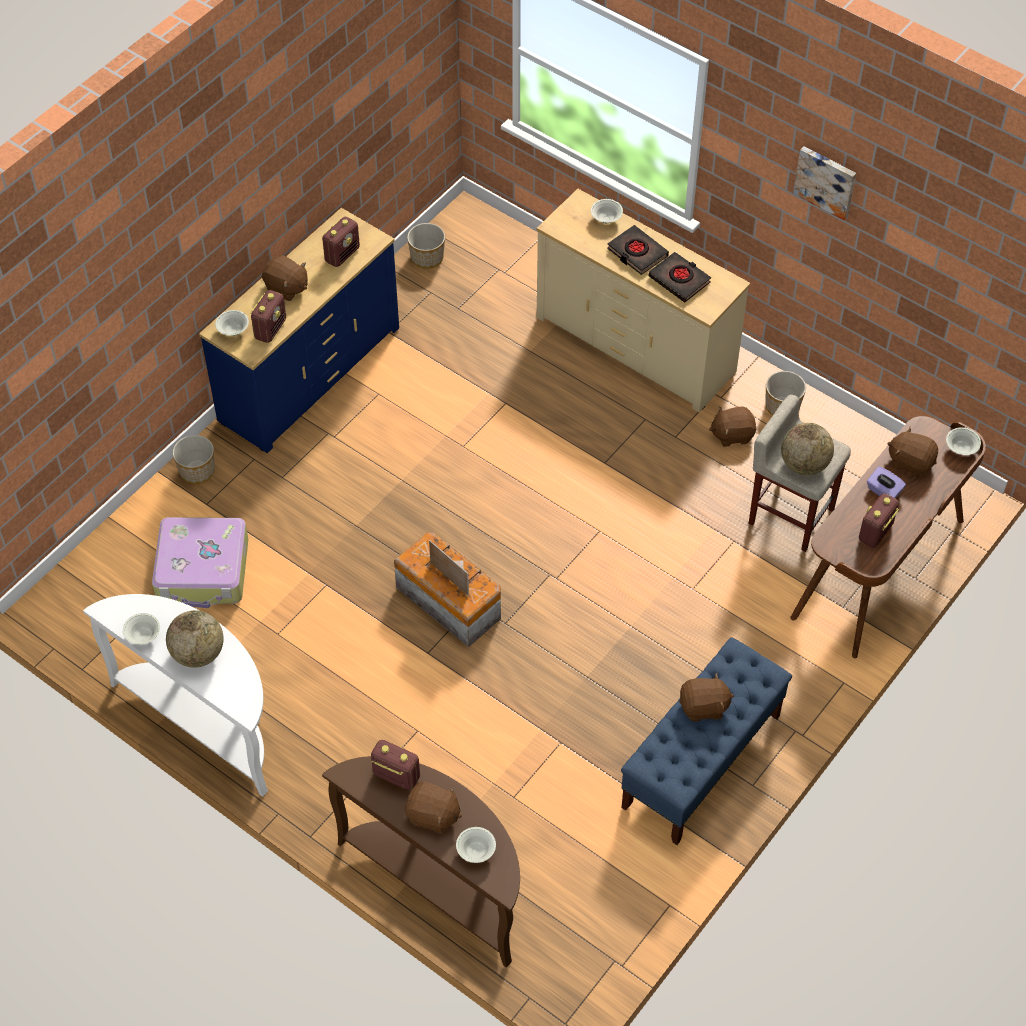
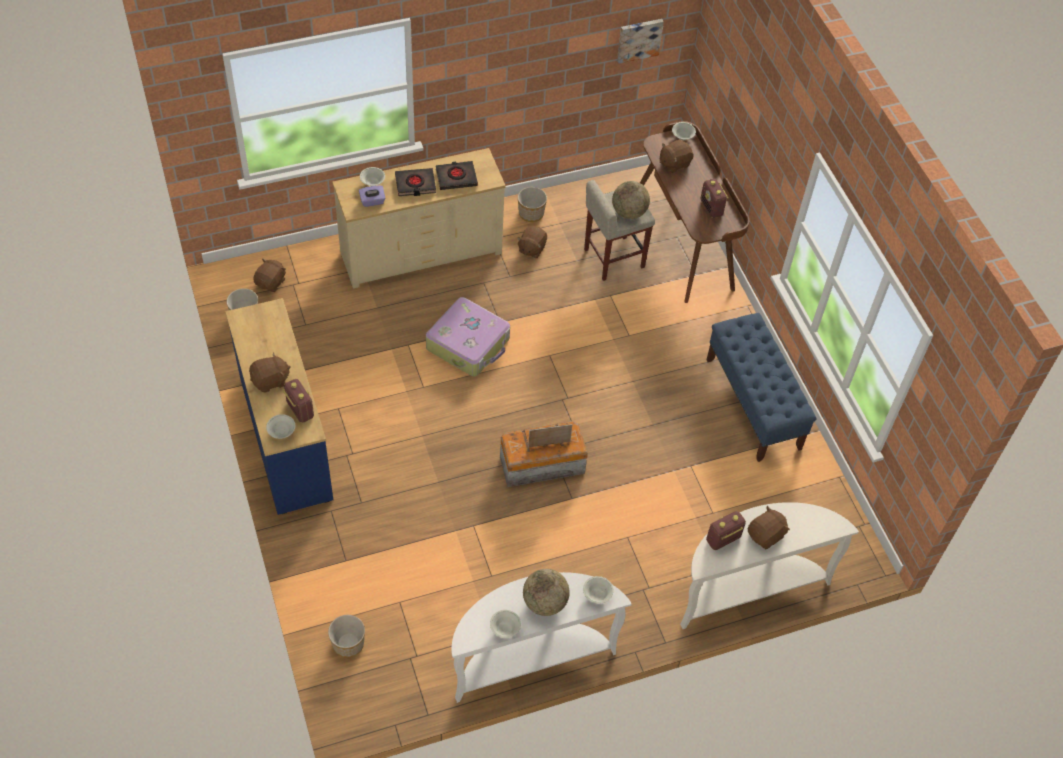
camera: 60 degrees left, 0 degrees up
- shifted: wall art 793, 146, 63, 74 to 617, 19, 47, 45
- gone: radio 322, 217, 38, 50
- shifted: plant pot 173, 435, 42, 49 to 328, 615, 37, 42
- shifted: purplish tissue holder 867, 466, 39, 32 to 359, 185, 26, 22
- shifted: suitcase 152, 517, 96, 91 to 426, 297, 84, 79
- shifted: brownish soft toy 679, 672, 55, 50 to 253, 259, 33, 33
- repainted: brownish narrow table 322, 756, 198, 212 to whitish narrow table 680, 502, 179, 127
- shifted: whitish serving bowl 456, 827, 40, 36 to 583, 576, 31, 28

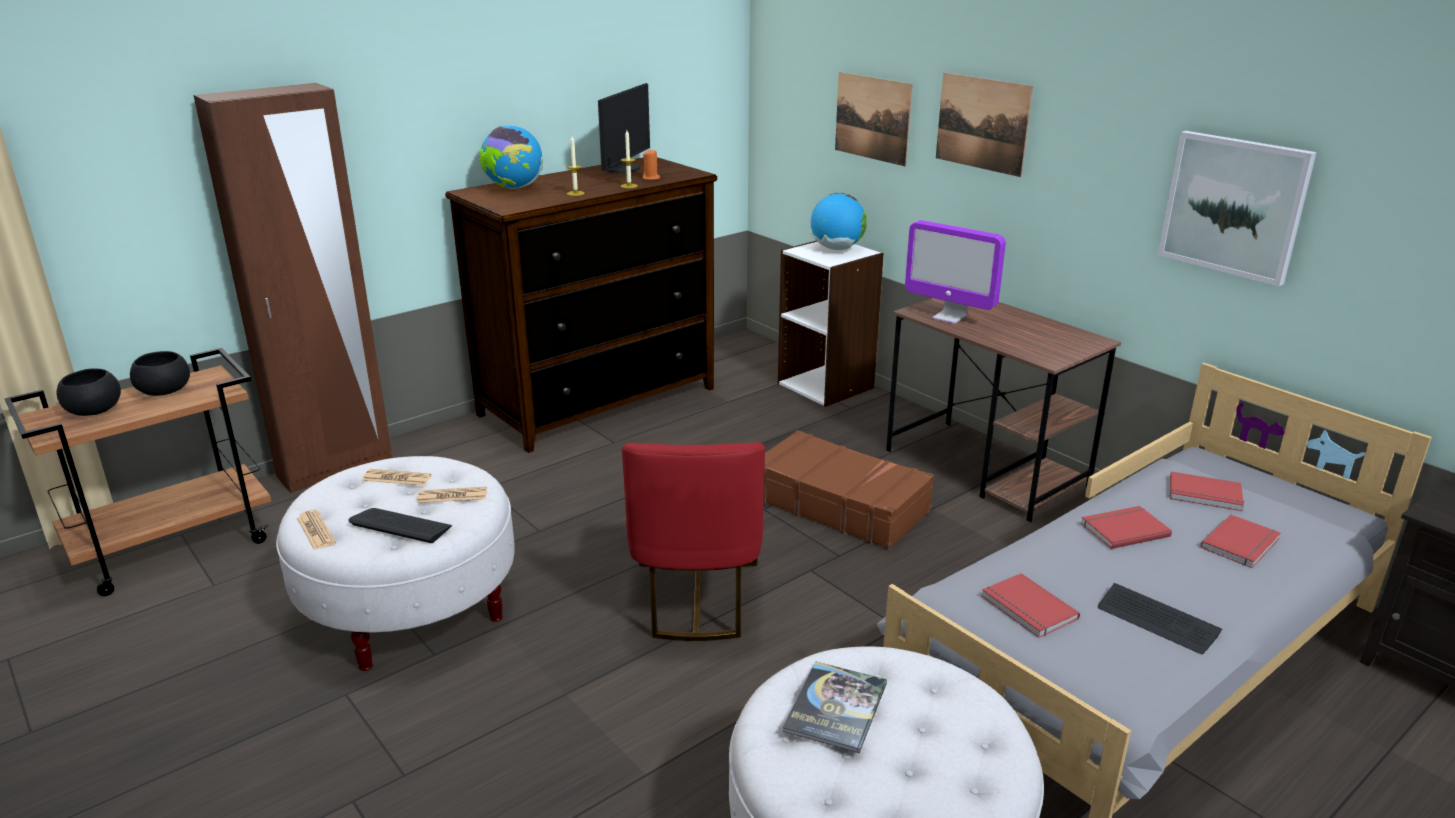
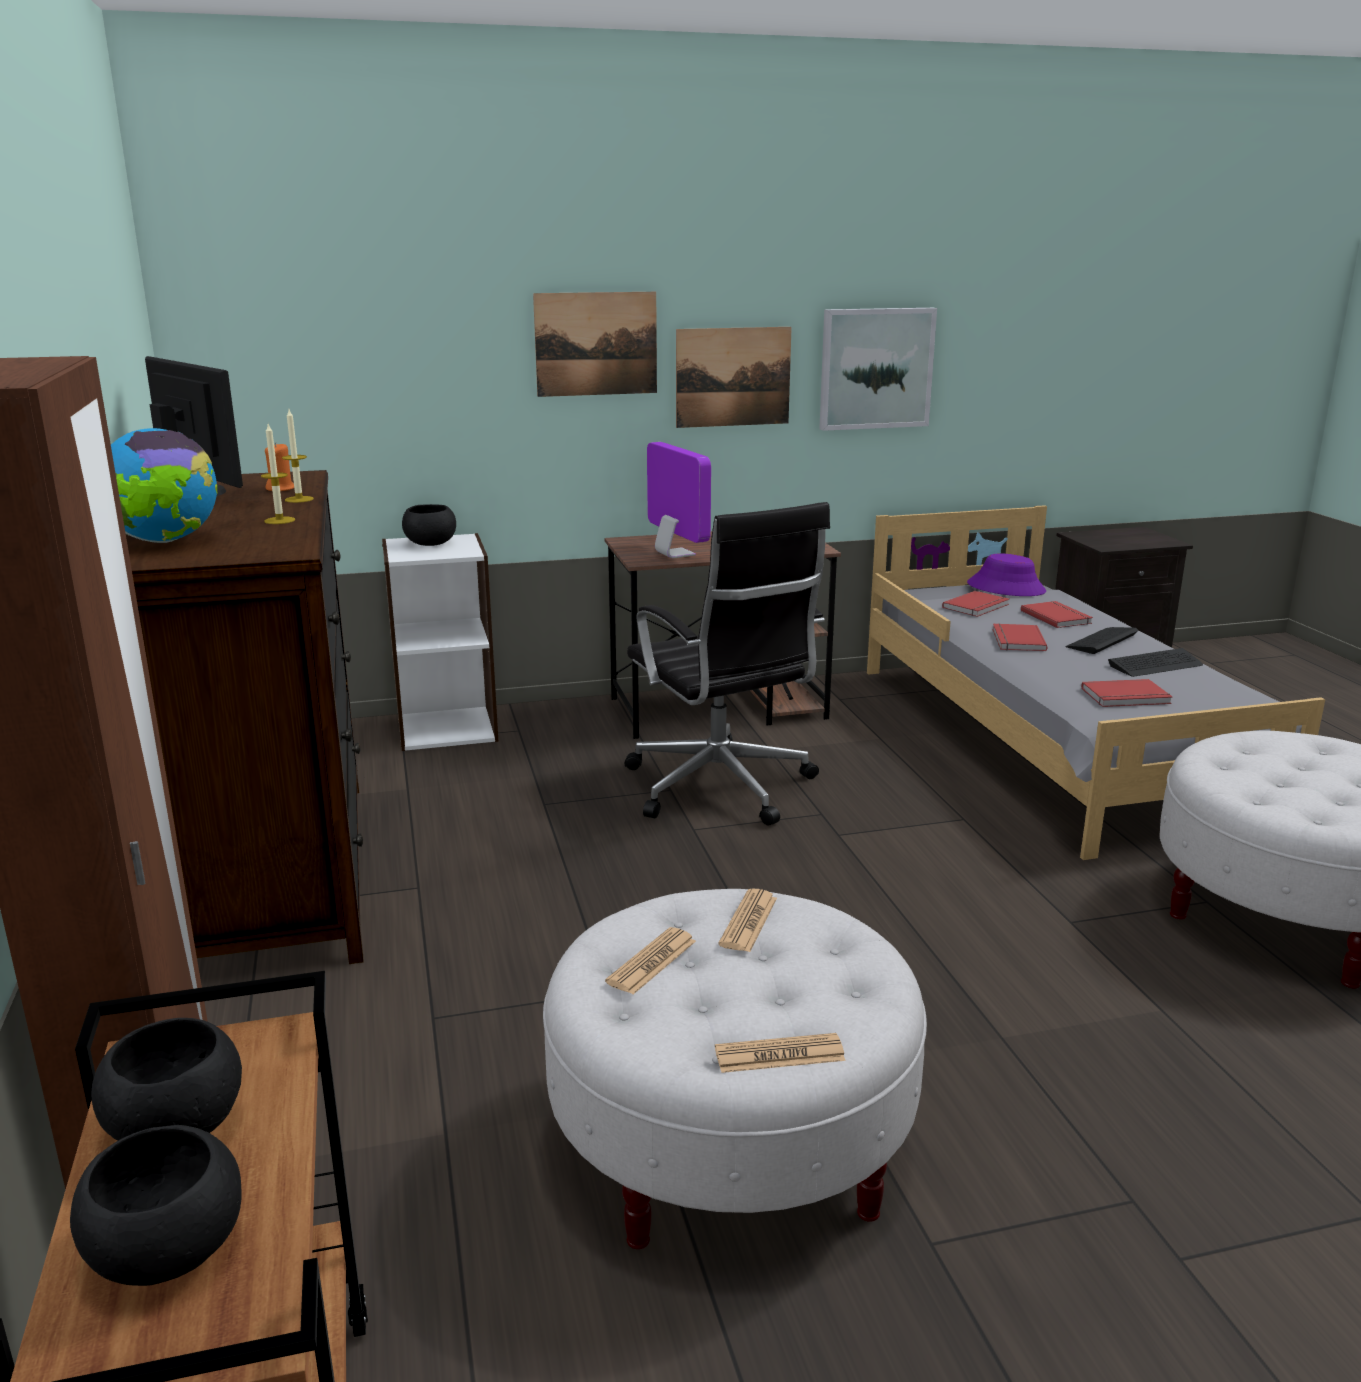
camera: 65 degrees left, 5 degrees down
- shifted: wall art 835, 72, 78, 94 to 676, 327, 116, 101
- swapped: desk globe 810, 193, 57, 57 to blackish serving bowl 402, 504, 54, 42
- rotated: monitor 905, 220, 101, 104 = 647, 442, 64, 116 90 degrees counterclockwise
- swapped: brownish suitcase 764, 430, 170, 120 to blackish office chair 625, 502, 205, 324
- gone: red-coloured upright chair 622, 442, 143, 199
- shifted: computer keyboard 348, 508, 104, 35 to 1065, 627, 73, 27
- gone: bound book 782, 661, 105, 92
- new: purplish hat 967, 554, 79, 42

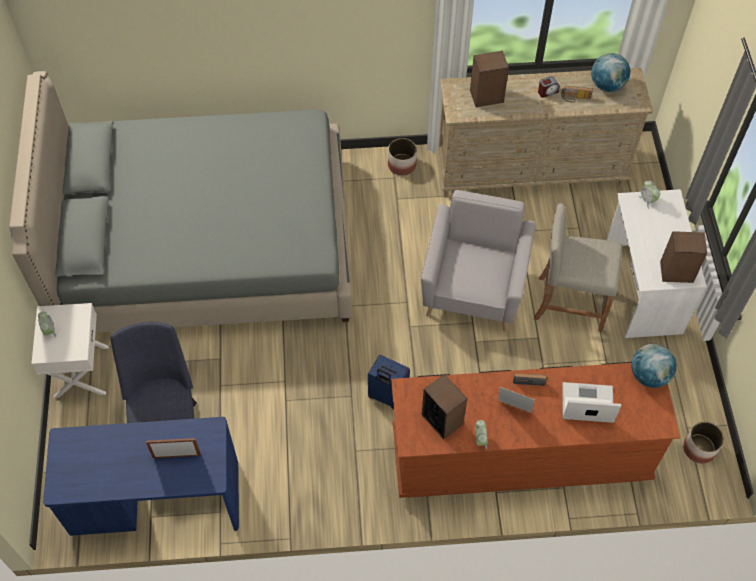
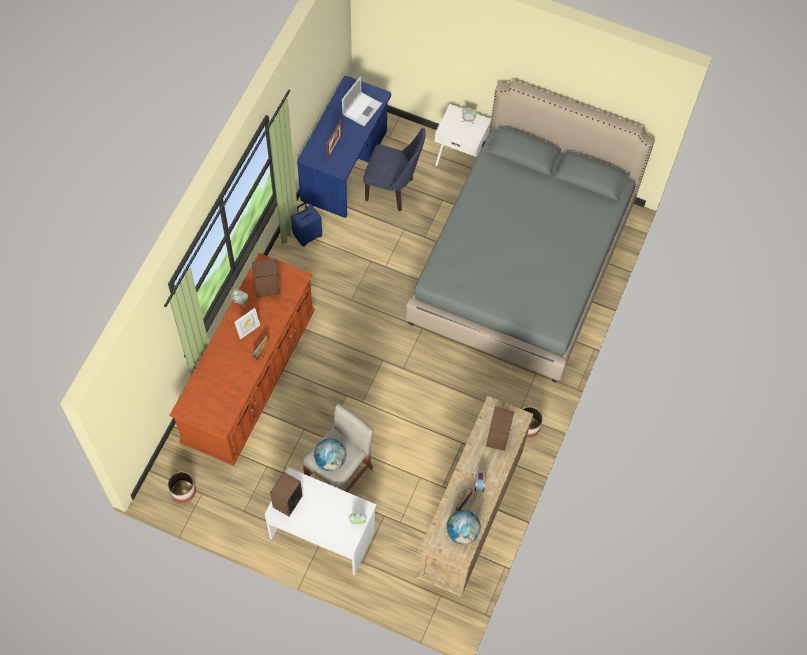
camera: 115 degrees right, 5 degrees up
- gone: greyish lounge chair 421, 190, 115, 142
- shifted: desk globe 631, 344, 46, 44 to 314, 439, 32, 32
- shifted: blue-coloured suitcase 368, 355, 42, 54 to 291, 202, 31, 44
- shifted: laptop 562, 382, 59, 41 to 342, 77, 40, 49

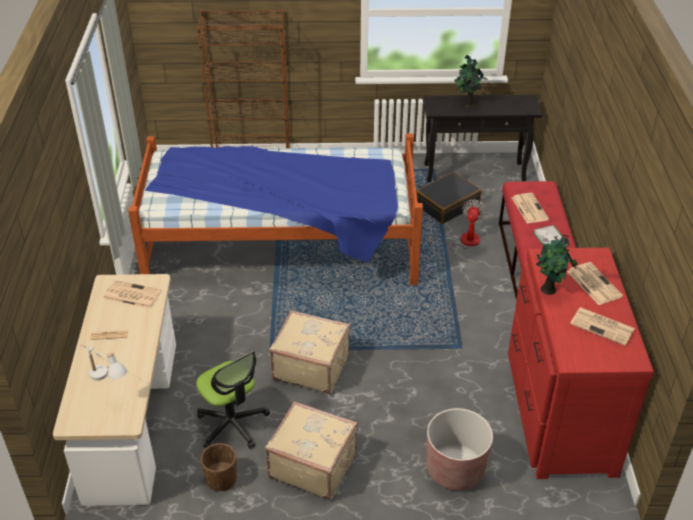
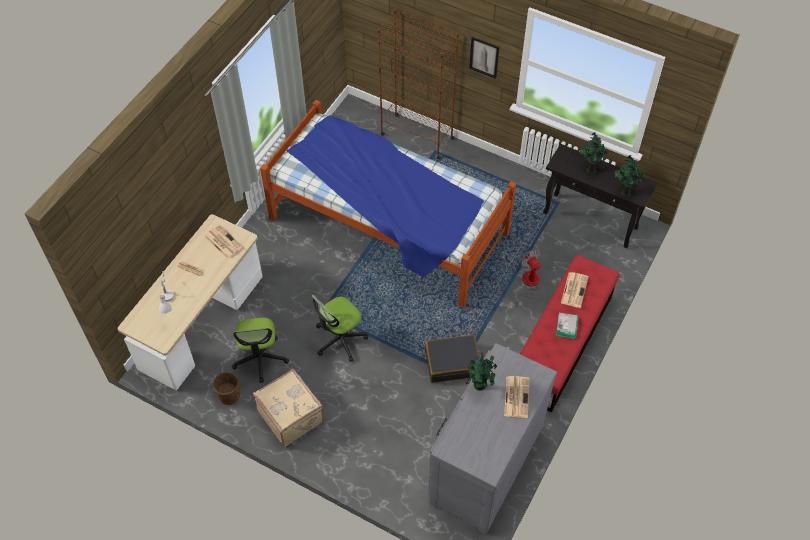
camera: 30 degrees right, 15 degrees up
- shifted: blackish suitcase 416, 172, 66, 52 to 425, 335, 55, 48
- rotated: cooling fan 428, 199, 59, 52 = 515, 250, 26, 57 75 degrees counterclockwise
- repainted: red-coloured drawer chest 508, 248, 146, 231 to greyish drawer chest 428, 343, 129, 191
- gone: newspaper 570, 307, 65, 38
- swapped: beige-coloured suitcase 269, 310, 82, 84 to office chair 311, 295, 57, 67
- gone: brownish plant pot 427, 408, 66, 83
- new: wall art 469, 37, 30, 42
- new: potted plant 615, 155, 28, 42

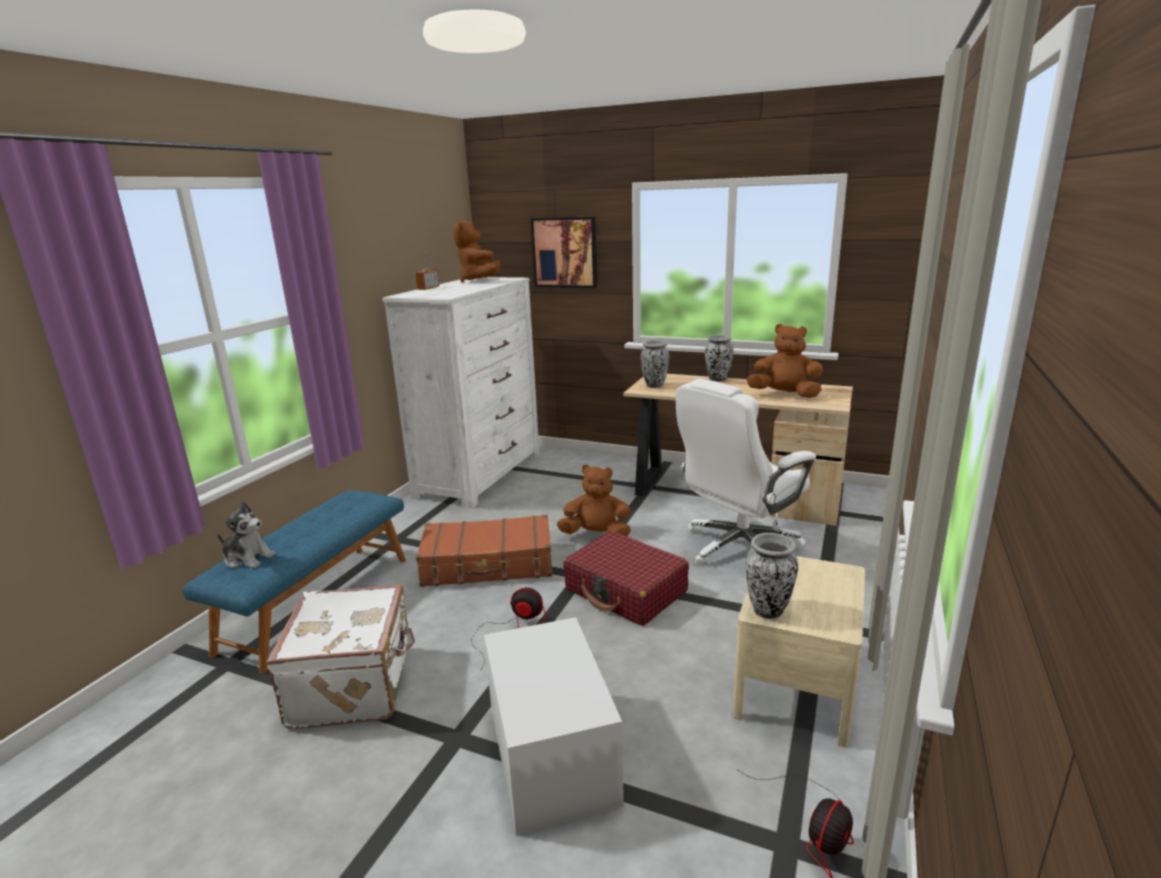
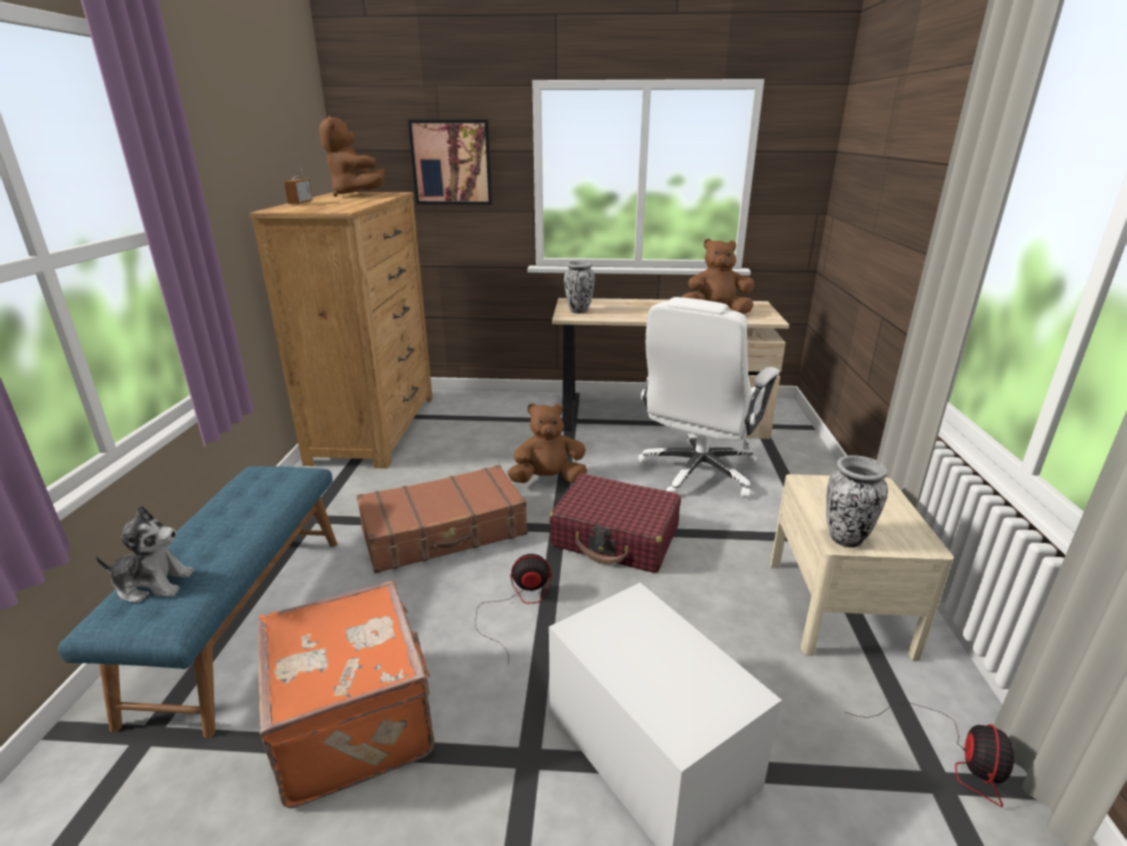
camera: 20 degrees left, 5 degrees up
- repainted: whitish drawer chest 382, 277, 158, 232 to brownish drawer chest 250, 192, 183, 277
- gone: flower vase 705, 335, 29, 46
- repainted: whitish suitcase 266, 585, 149, 144 to orange-coloured suitcase 258, 581, 176, 228

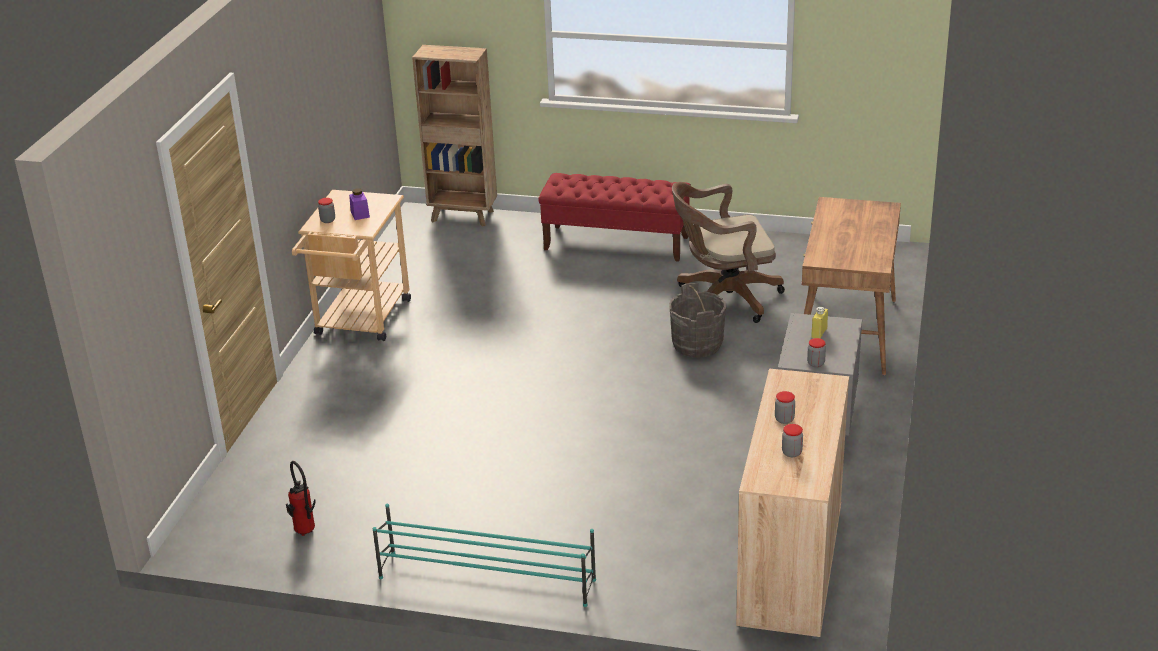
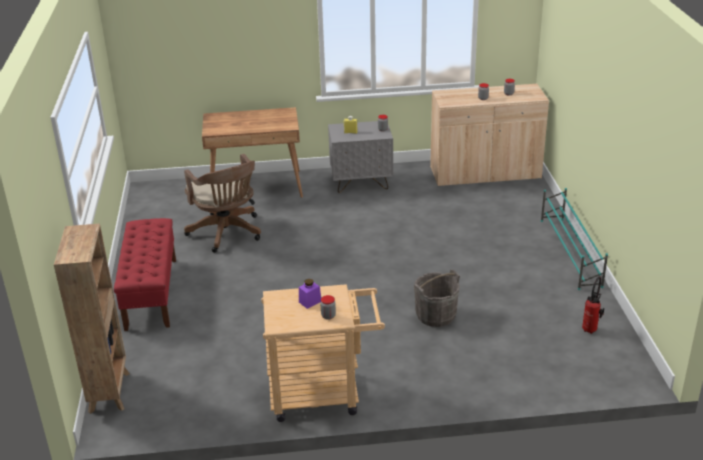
camera: 110 degrees left, 0 degrees up
- shifted: greyish water bucket 669, 283, 57, 75 to 414, 270, 46, 57

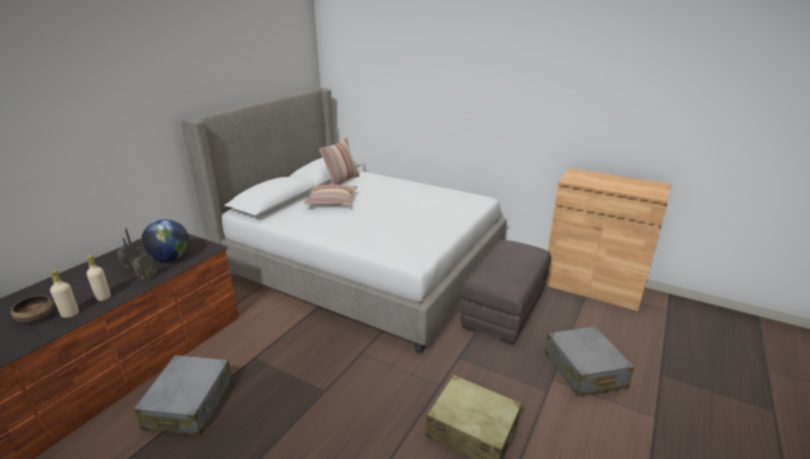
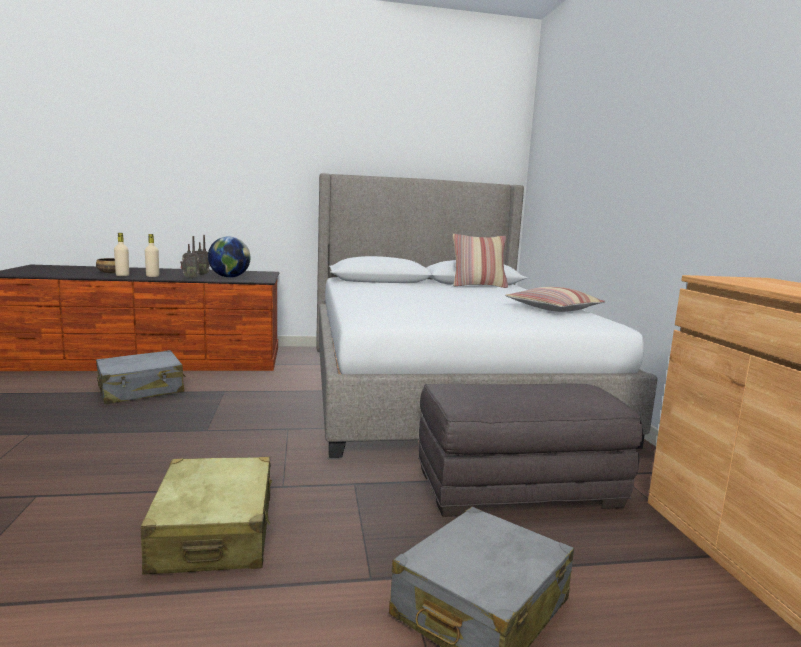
camera: 50 degrees right, 15 degrees down
- shifted: cushion 304, 185, 53, 21 to 506, 287, 99, 25

